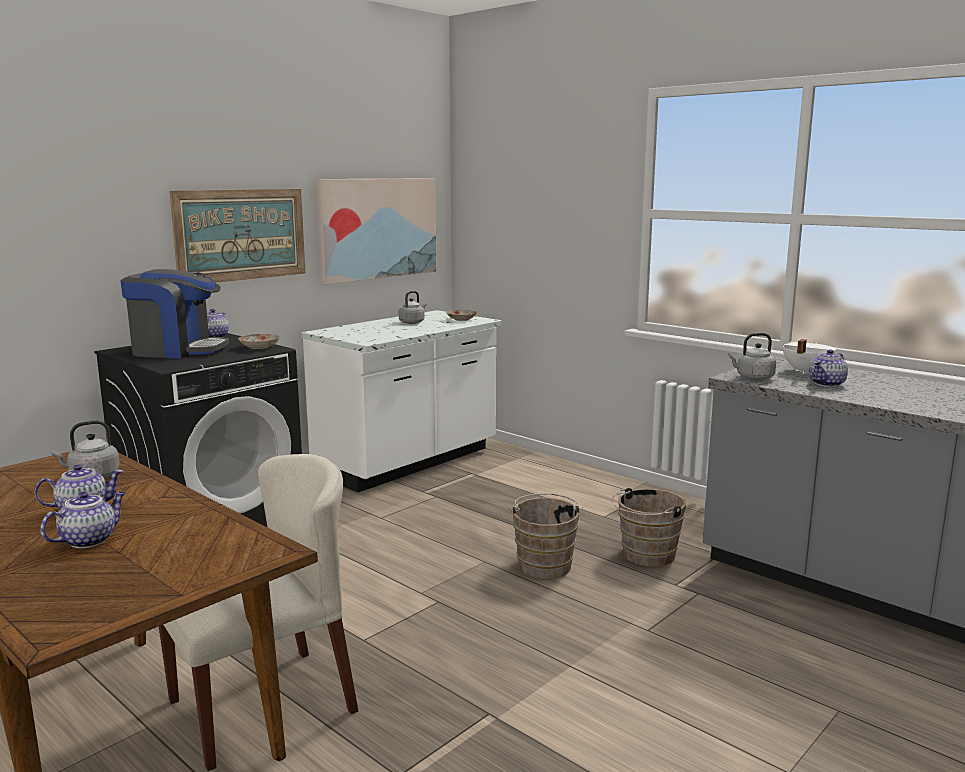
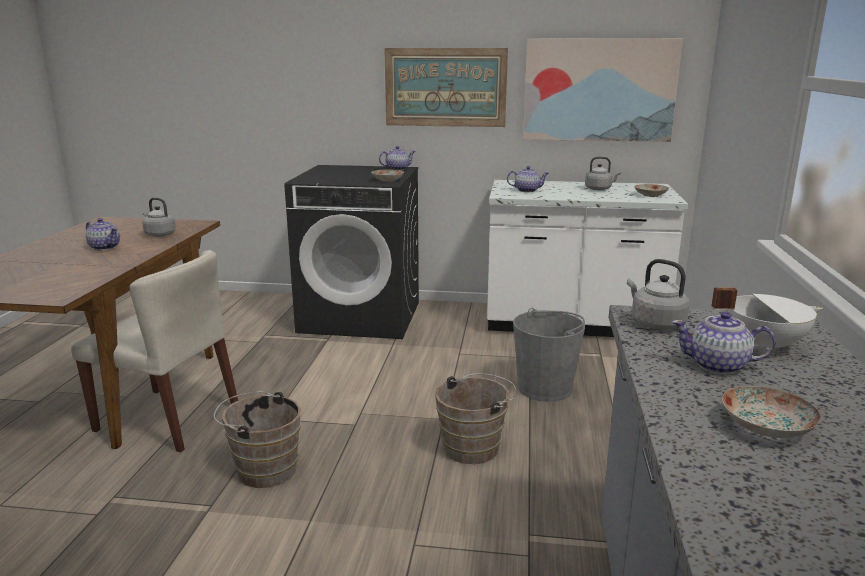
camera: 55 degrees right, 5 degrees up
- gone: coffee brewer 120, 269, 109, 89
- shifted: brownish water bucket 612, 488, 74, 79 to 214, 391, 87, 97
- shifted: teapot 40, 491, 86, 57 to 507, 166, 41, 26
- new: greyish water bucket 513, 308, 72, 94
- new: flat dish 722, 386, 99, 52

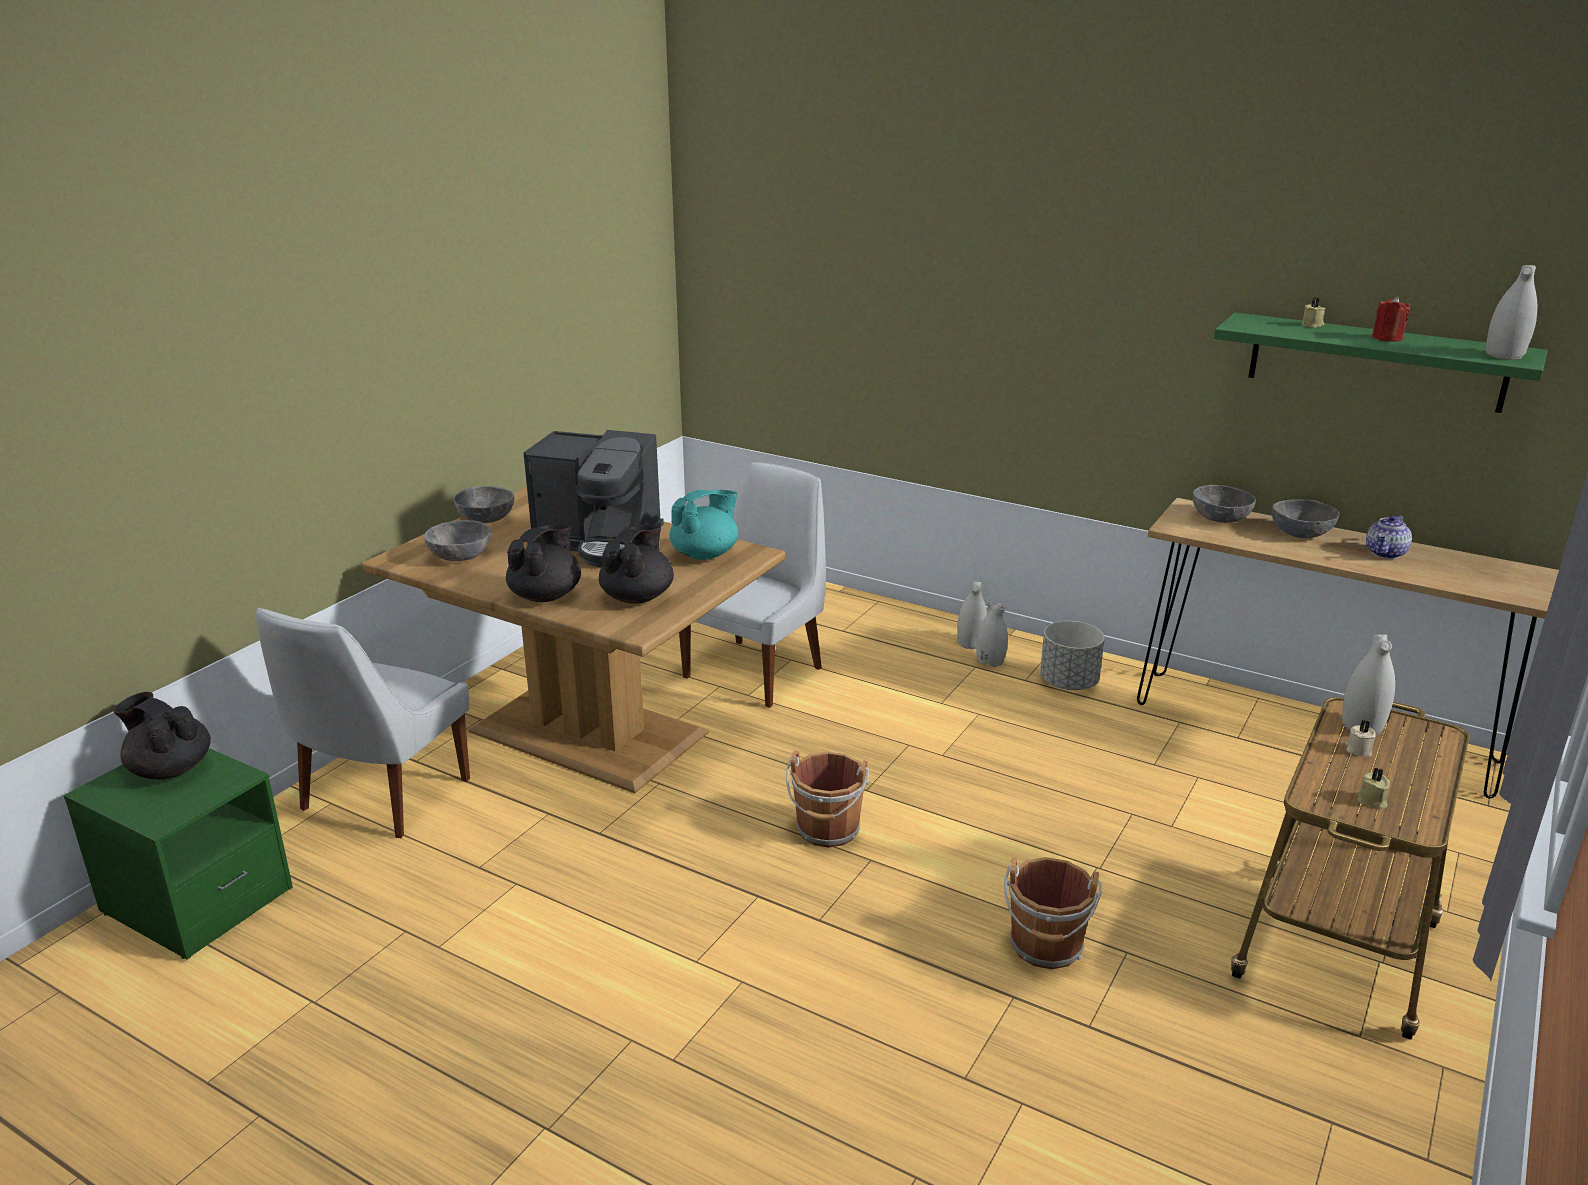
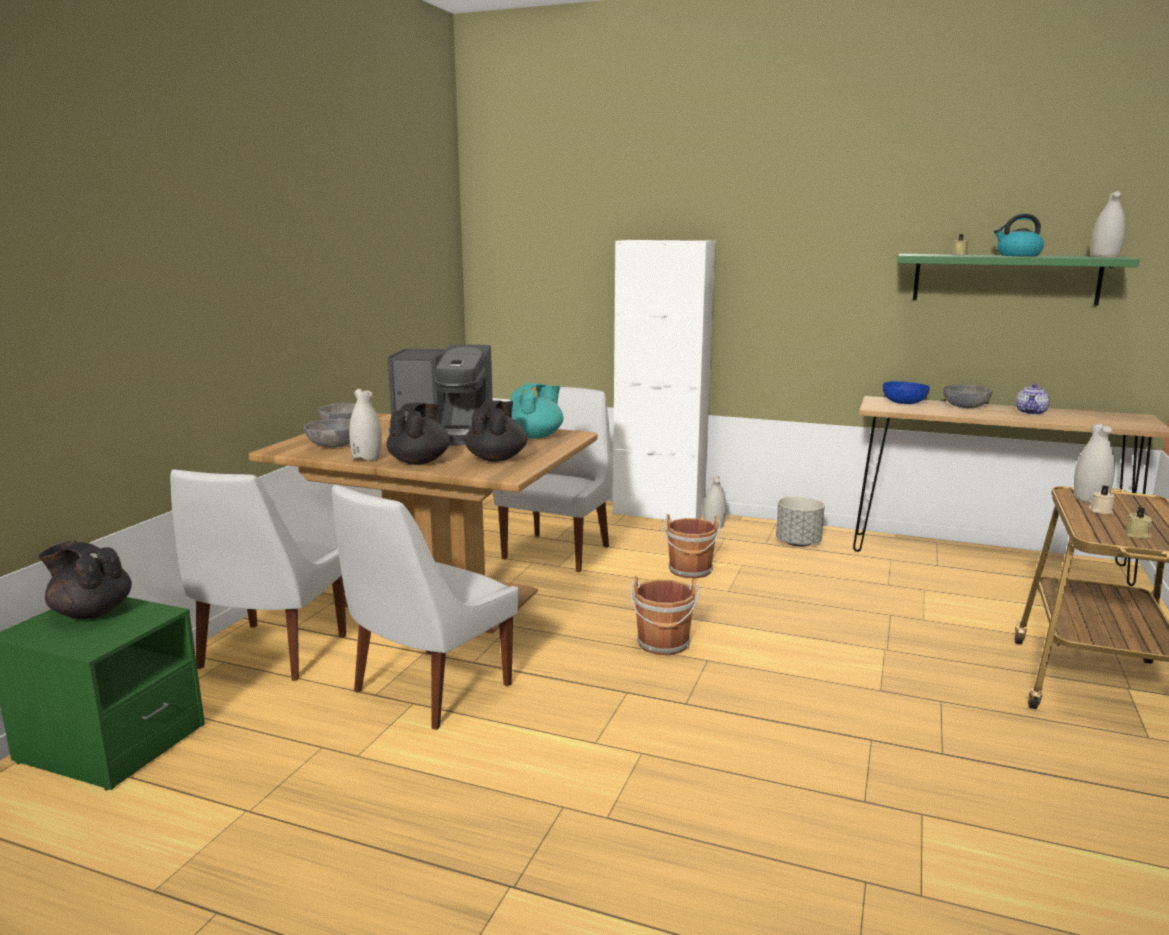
camera: 10 degrees left, 10 degrees down
- swapped: red-coloured wax candle 1372, 296, 38, 46 to tea kettle 994, 214, 50, 42
- repainted: greyish serving bowl 1193, 485, 63, 38 to blue-coloured serving bowl 883, 381, 47, 23
- shifted: whitish flower vase 976, 600, 32, 67 to 349, 389, 33, 72
- shifted: brownish water bucket 1004, 857, 98, 112 to 663, 514, 58, 64
- new: whitish storage cabinet 613, 240, 102, 281
- new: whitish upright chair 332, 484, 187, 246

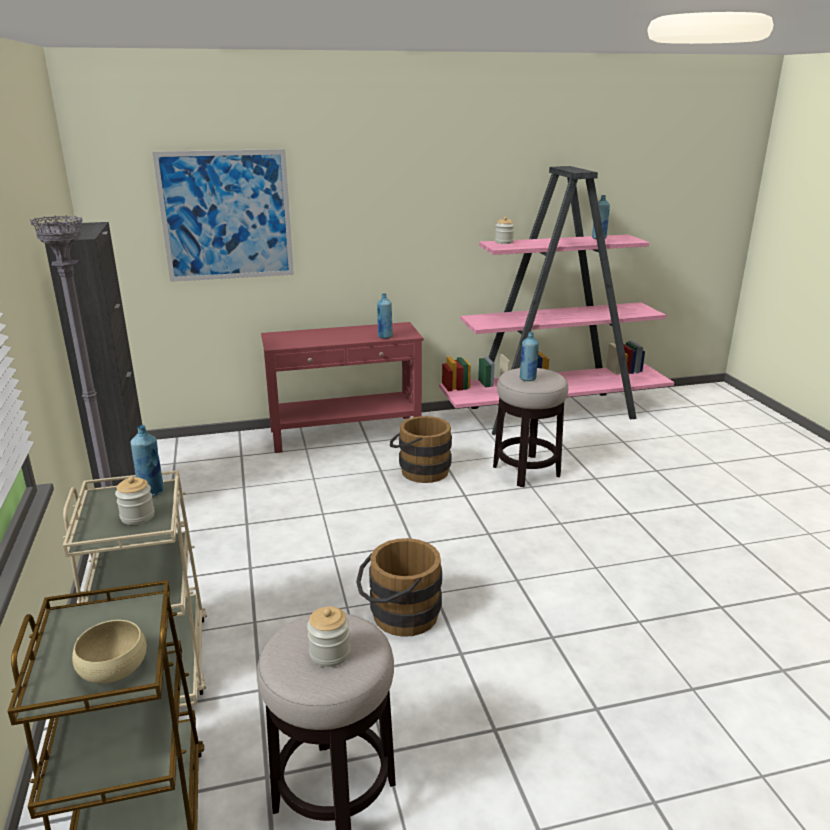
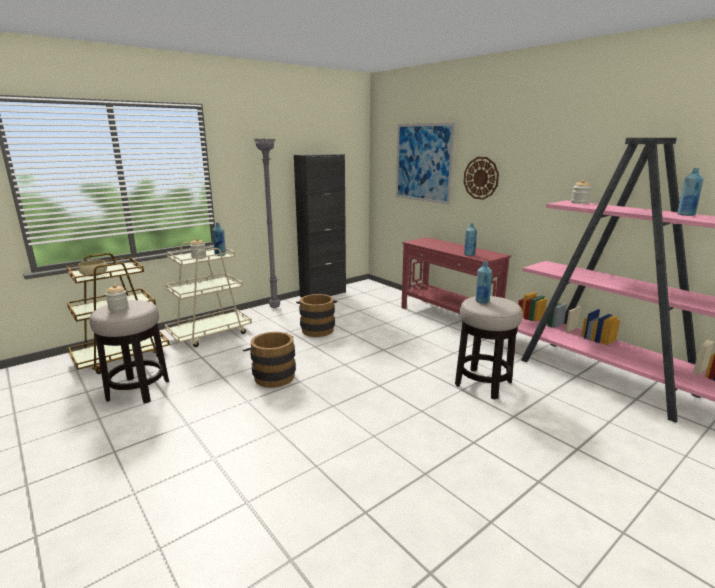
camera: 65 degrees right, 5 degrees down
- shifted: brownish water bucket 390, 416, 62, 67 to 296, 294, 41, 43
- new: hanging clock 464, 157, 35, 43

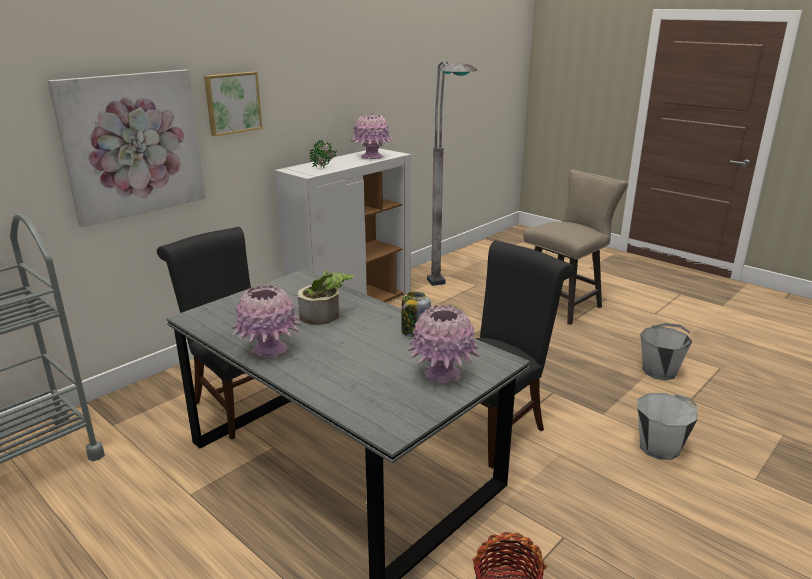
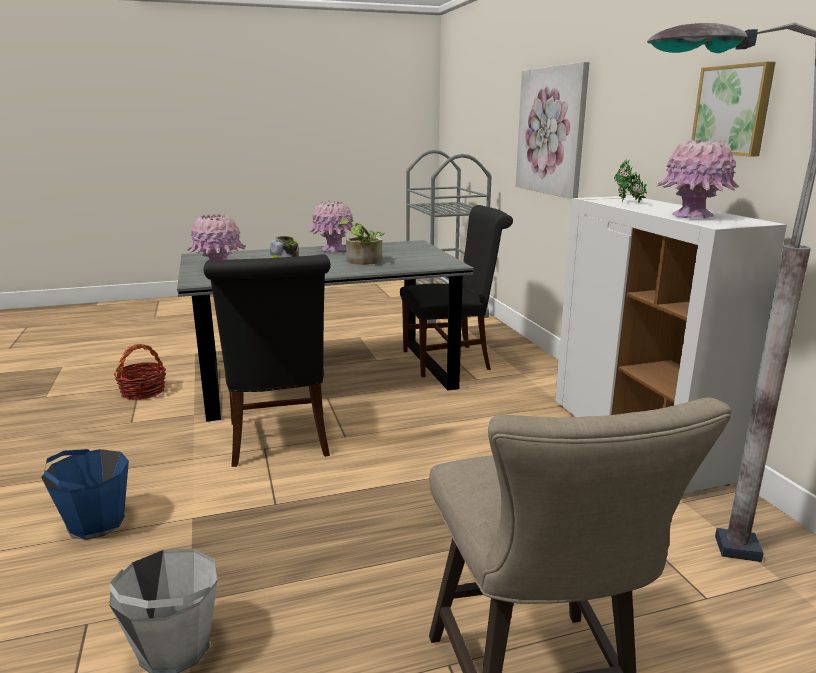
camera: 120 degrees right, 5 degrees down
- shifted: wall art 204, 72, 58, 64 to 691, 61, 85, 95
- repainted: whitish water bucket 638, 393, 60, 67 to blue-coloured water bucket 41, 449, 88, 91

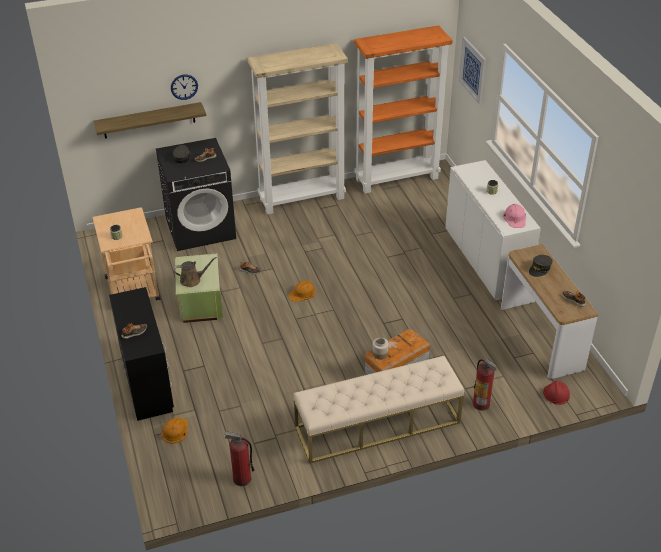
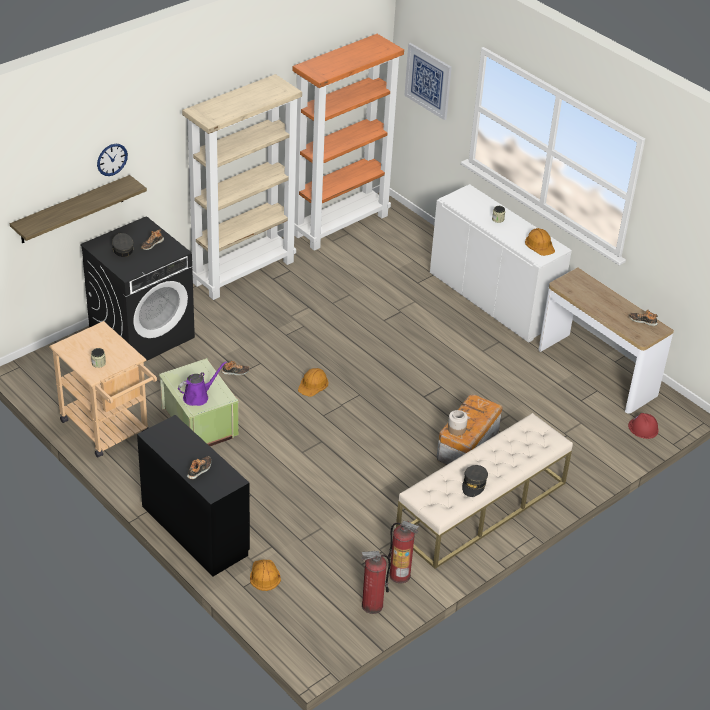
camera: 25 degrees left, 0 degrees up
- repainted: pink-coloured work helmet 503, 204, 23, 24 to orange-coloured work helmet 525, 228, 30, 28
- shifted: greyish baseball cap 529, 255, 24, 22 to 462, 465, 26, 32
- repainted: brownish watering can 173, 257, 44, 30 to purplish watering can 178, 361, 49, 45
- shifted: fire extinguisher 473, 359, 24, 52 to 388, 521, 31, 62

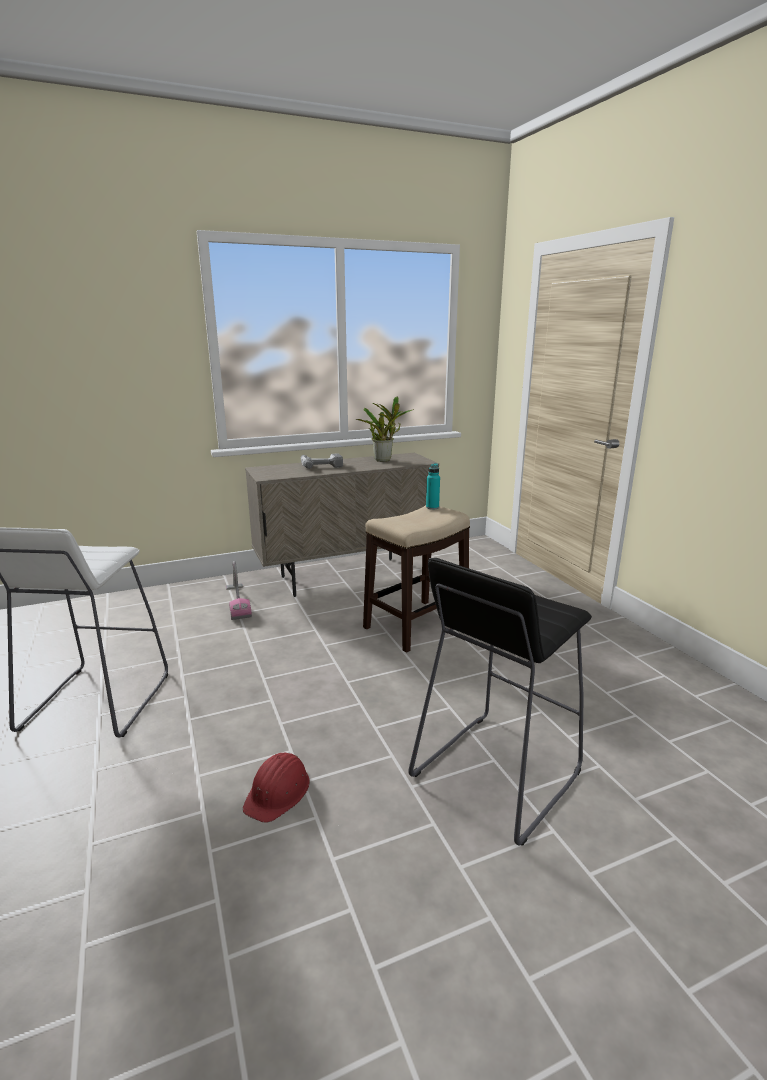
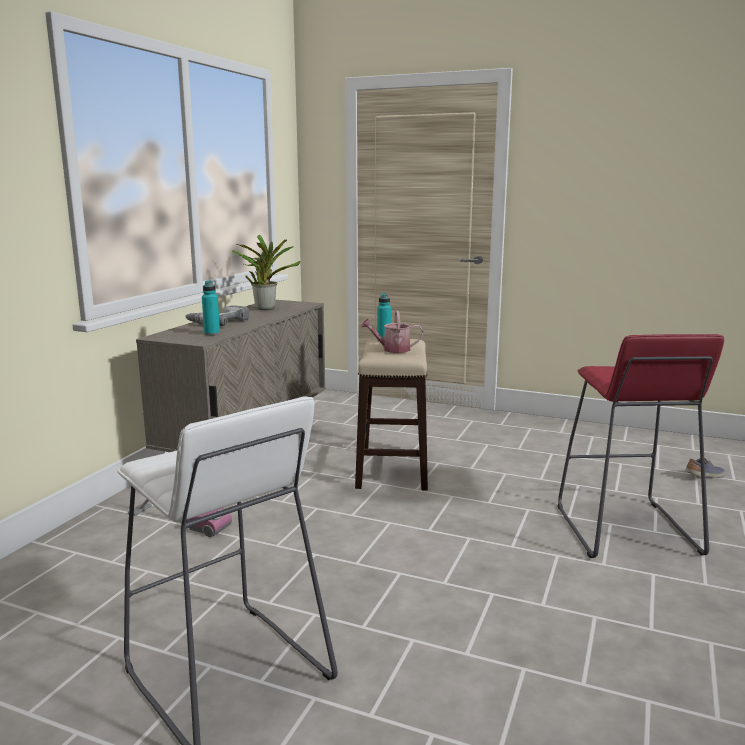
camera: 45 degrees left, 5 degrees down
- repainted: blackish stool 408, 558, 184, 288 to red-coloured stool 558, 334, 166, 224
- gone: red-coloured work helmet 242, 753, 68, 70
- new: blue-green bottle 202, 280, 18, 55
- new: watering can 361, 310, 62, 43
- new: item of footwear 685, 458, 41, 20

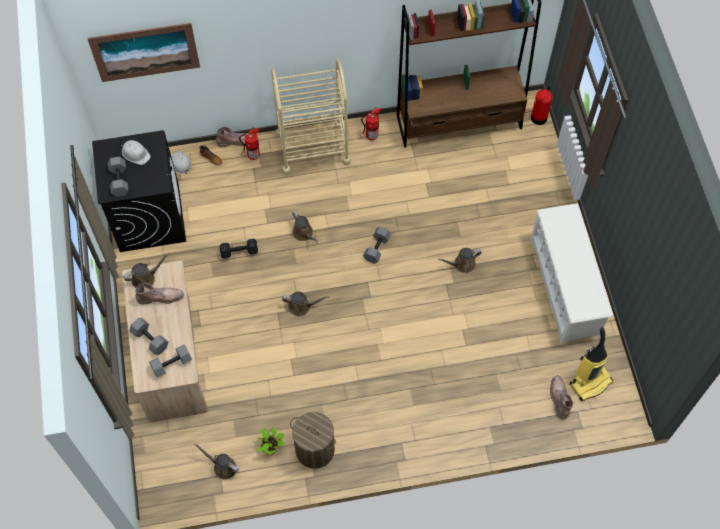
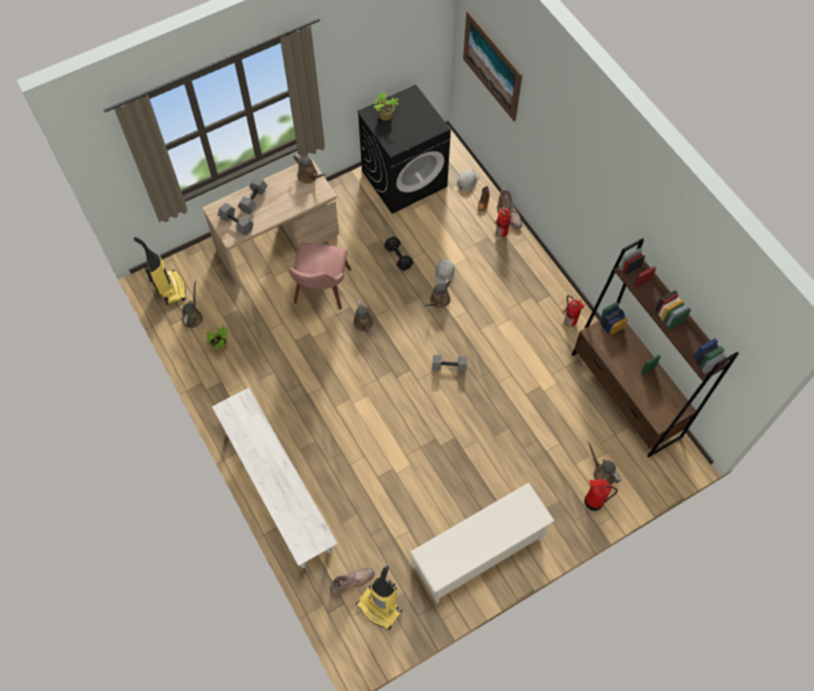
camera: 70 degrees right, 0 degrees up
- gone: beige-coloured wheeled cart 271, 59, 80, 116
- shifted: fire extinguisher 531, 86, 22, 39 to 584, 479, 34, 32
- shifted: whitish work helmet 121, 140, 30, 25 to 435, 258, 20, 25
- swapped: greyish dumbbell 108, 157, 20, 40 to potted plant 374, 92, 25, 29
- shifted: brownish watering can 438, 248, 44, 25 to 587, 441, 34, 44
- gone: brownish boot 135, 283, 49, 21
- gone: washing basket 290, 412, 46, 57
- new: hoover 134, 237, 52, 68
- new: pink-coloured upright chair 289, 243, 62, 67
- new: whitish long seat 212, 388, 126, 181

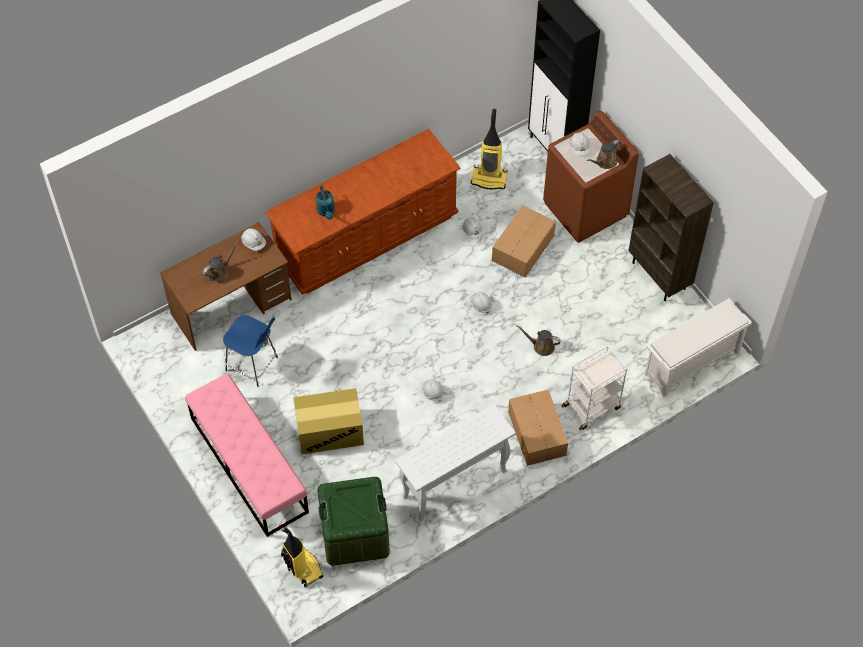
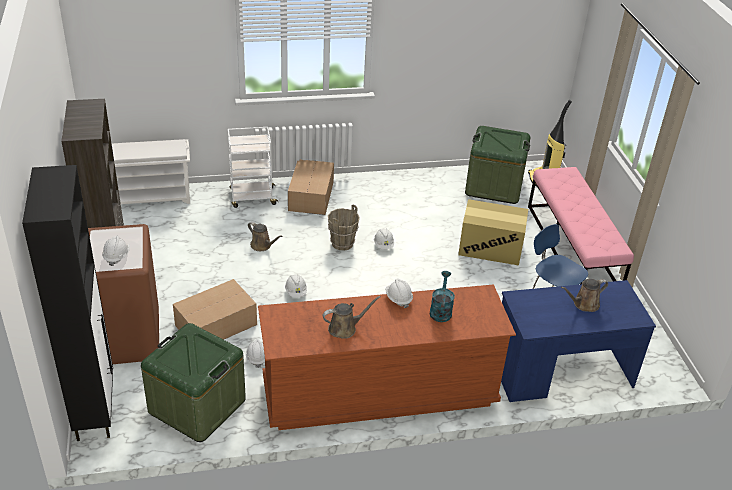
camera: 160 degrees left, 20 degrees down
- swapped: hoover 471, 109, 37, 80 to green storage container 141, 323, 105, 119
- shifted: brownish watering can 587, 140, 33, 29 to 322, 296, 59, 43
- repainted: brownish desk unit 160, 222, 132, 129 to blue-coloured desk unit 501, 280, 155, 122
- shifted: whitish work helmet 241, 228, 25, 23 to 385, 279, 28, 29
- gone: whitish narrow table 395, 404, 121, 118
- new: brownish water bucket 328, 205, 32, 46

